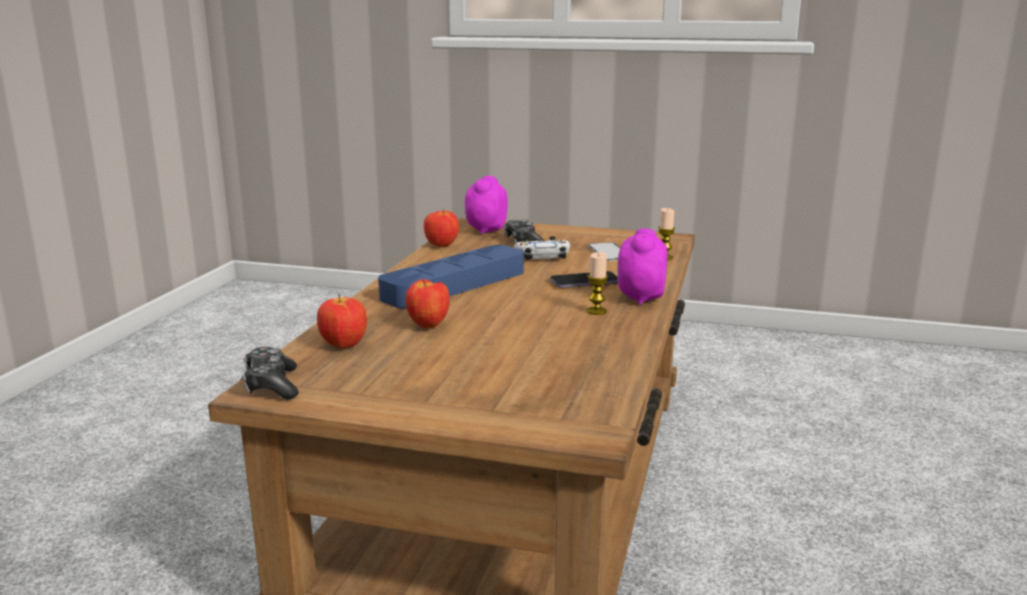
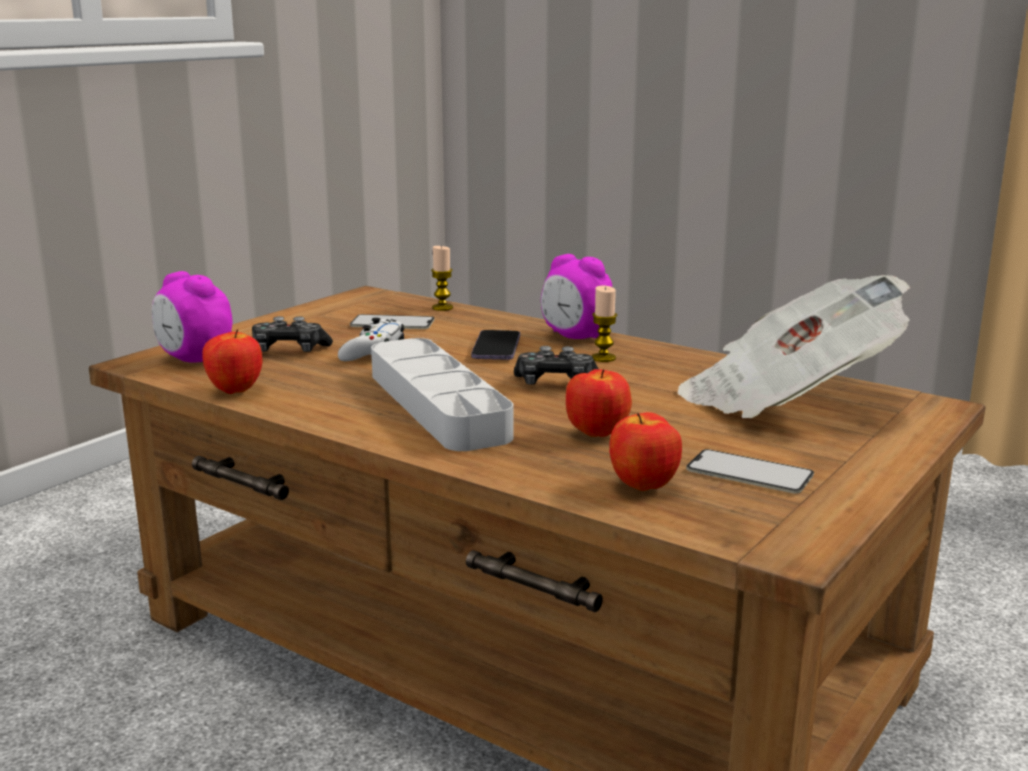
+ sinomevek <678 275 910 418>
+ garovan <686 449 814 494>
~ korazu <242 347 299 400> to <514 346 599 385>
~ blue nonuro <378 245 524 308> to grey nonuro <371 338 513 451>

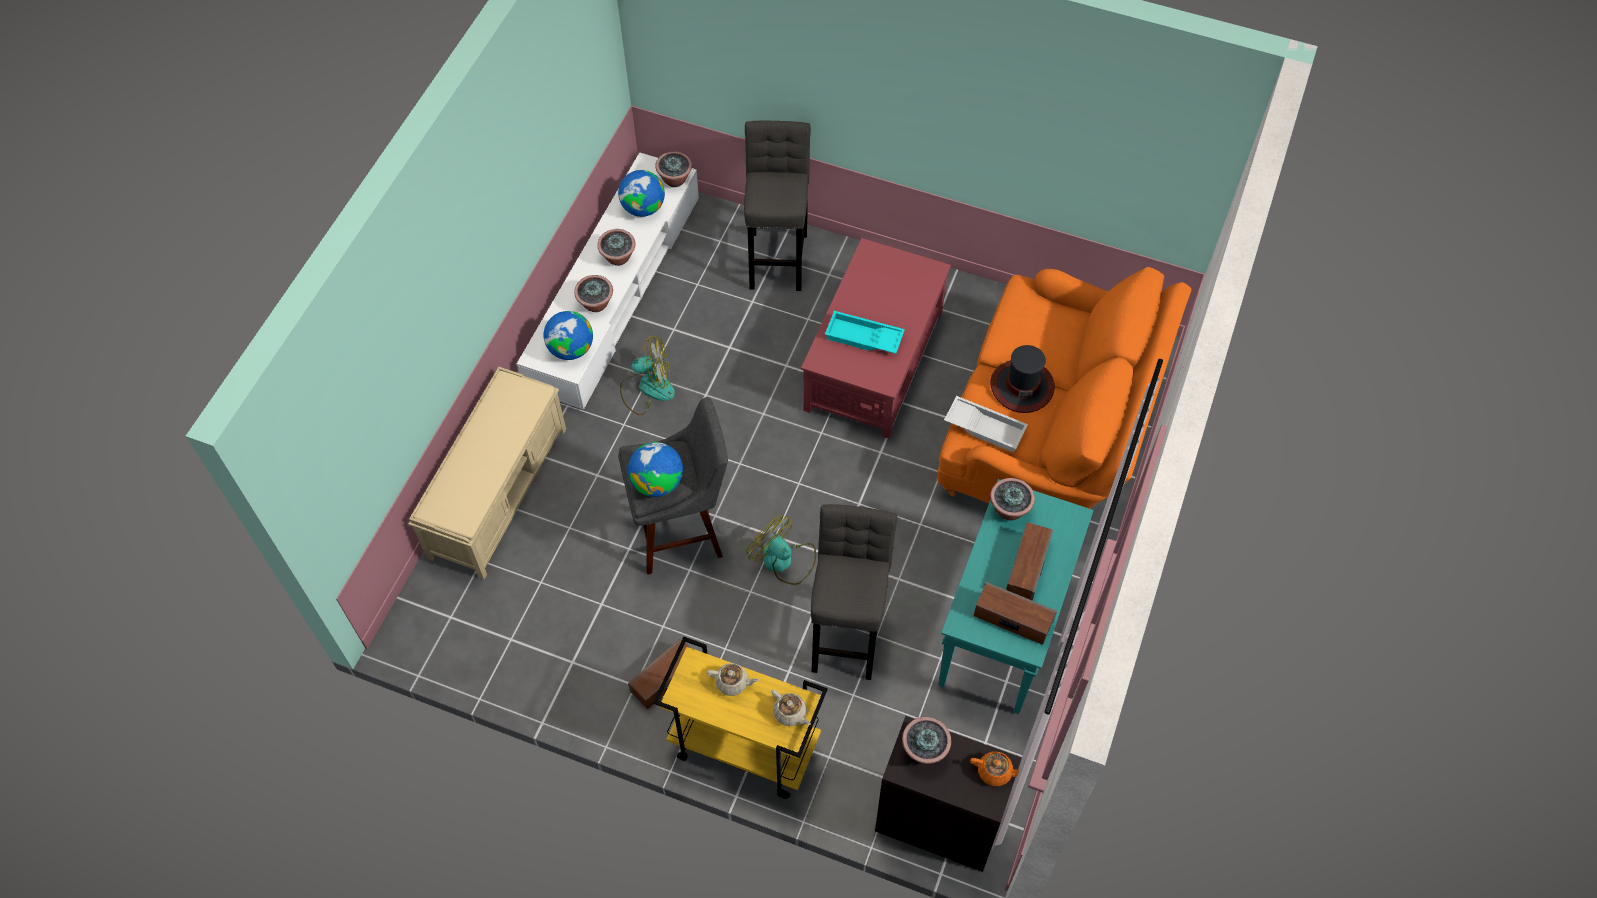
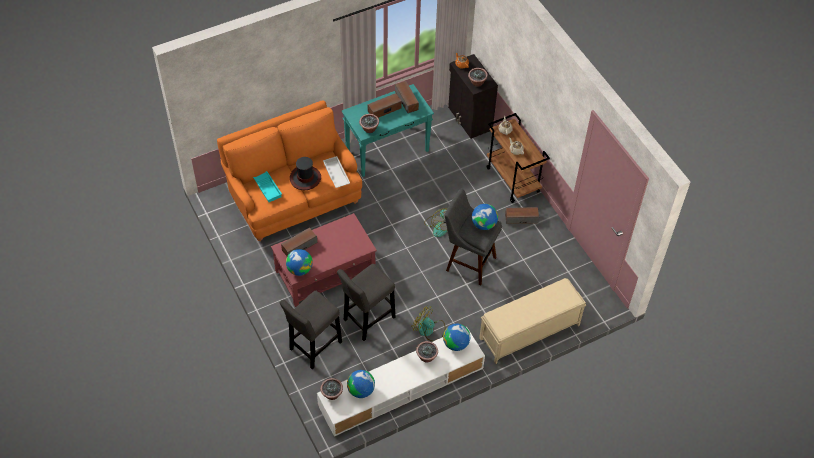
- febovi <597 229 635 266>
+ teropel <281 228 317 256>
+ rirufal <286 249 313 276>
~ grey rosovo <811 504 897 680> to <337 264 395 341>
~ turquoise nonuro <825 311 905 354> to <253 171 282 202>
~ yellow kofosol <653 637 828 799> to brown kofosol <487 113 550 203>

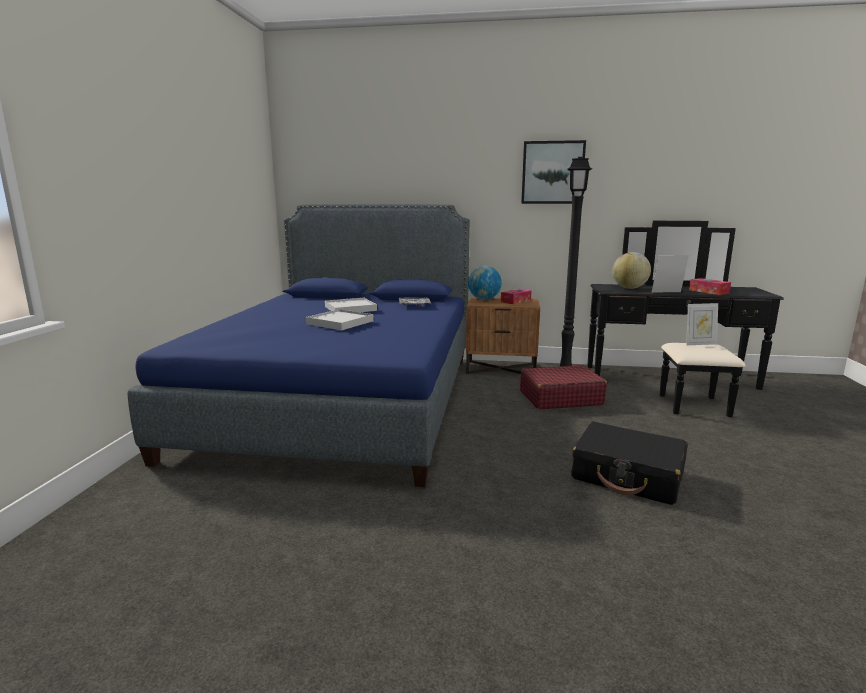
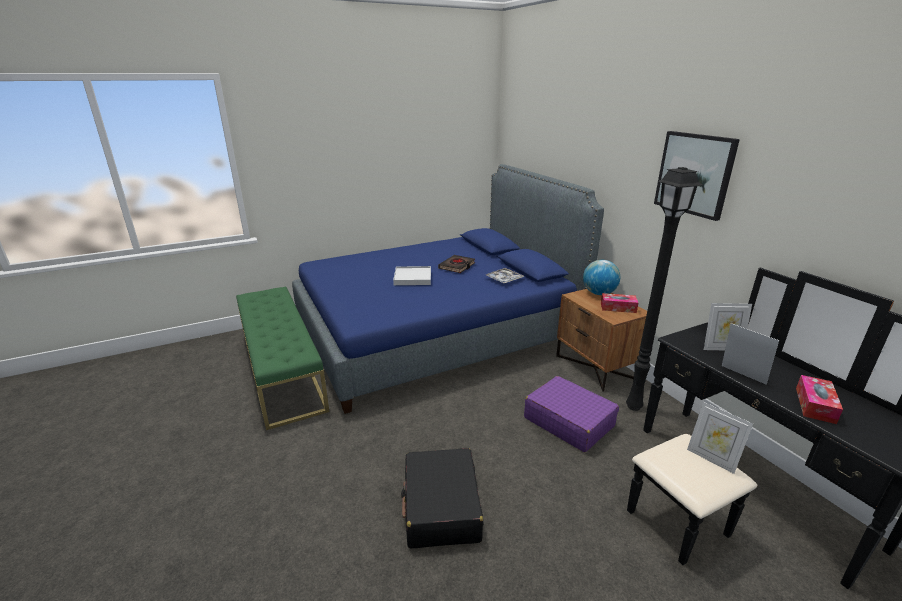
+ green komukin <236 287 329 430>
~ white nonuro <325 298 377 312> to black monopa <438 255 475 273>
~ rirufal <612 252 651 289> to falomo <704 303 752 350>
~ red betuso <520 365 607 409> to purple betuso <524 376 619 452>

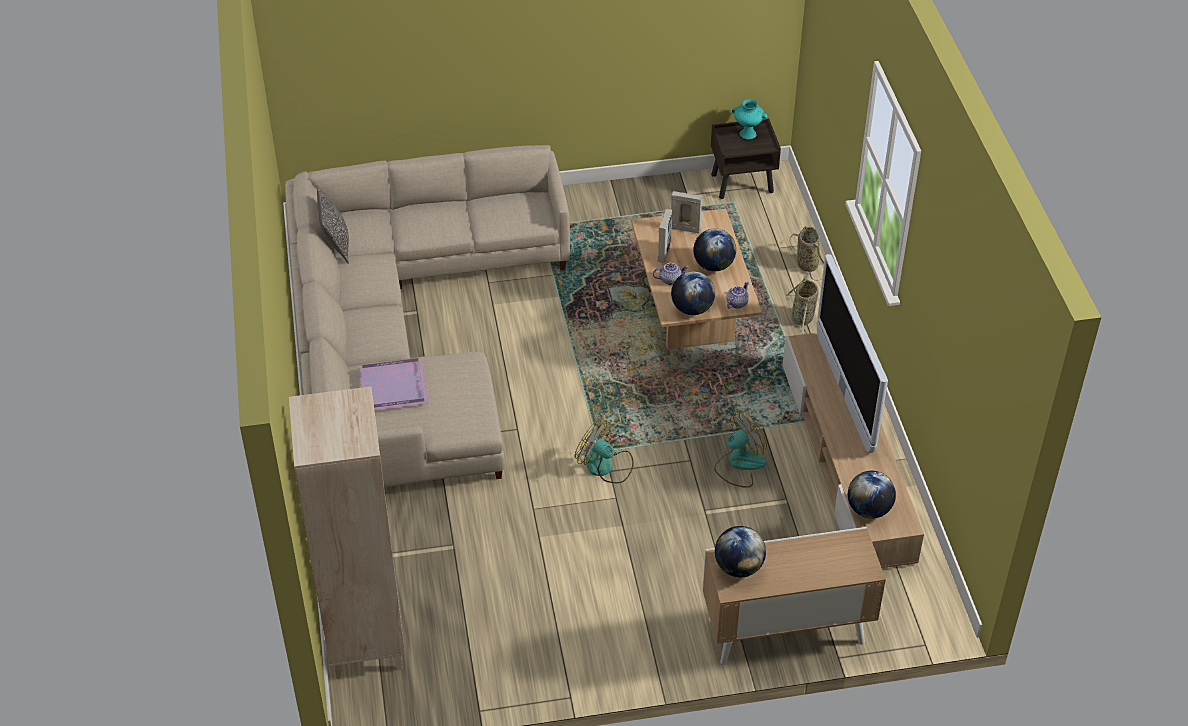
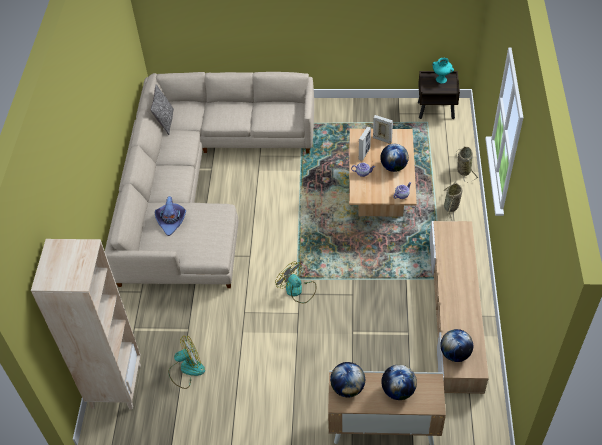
- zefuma <817 254 888 453>
~ rirufal <671 271 715 315> to <381 364 417 400>
~ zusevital <714 410 767 488> to <168 335 205 389>
~ purple nonuro <358 358 429 411> to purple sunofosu <155 196 186 236>

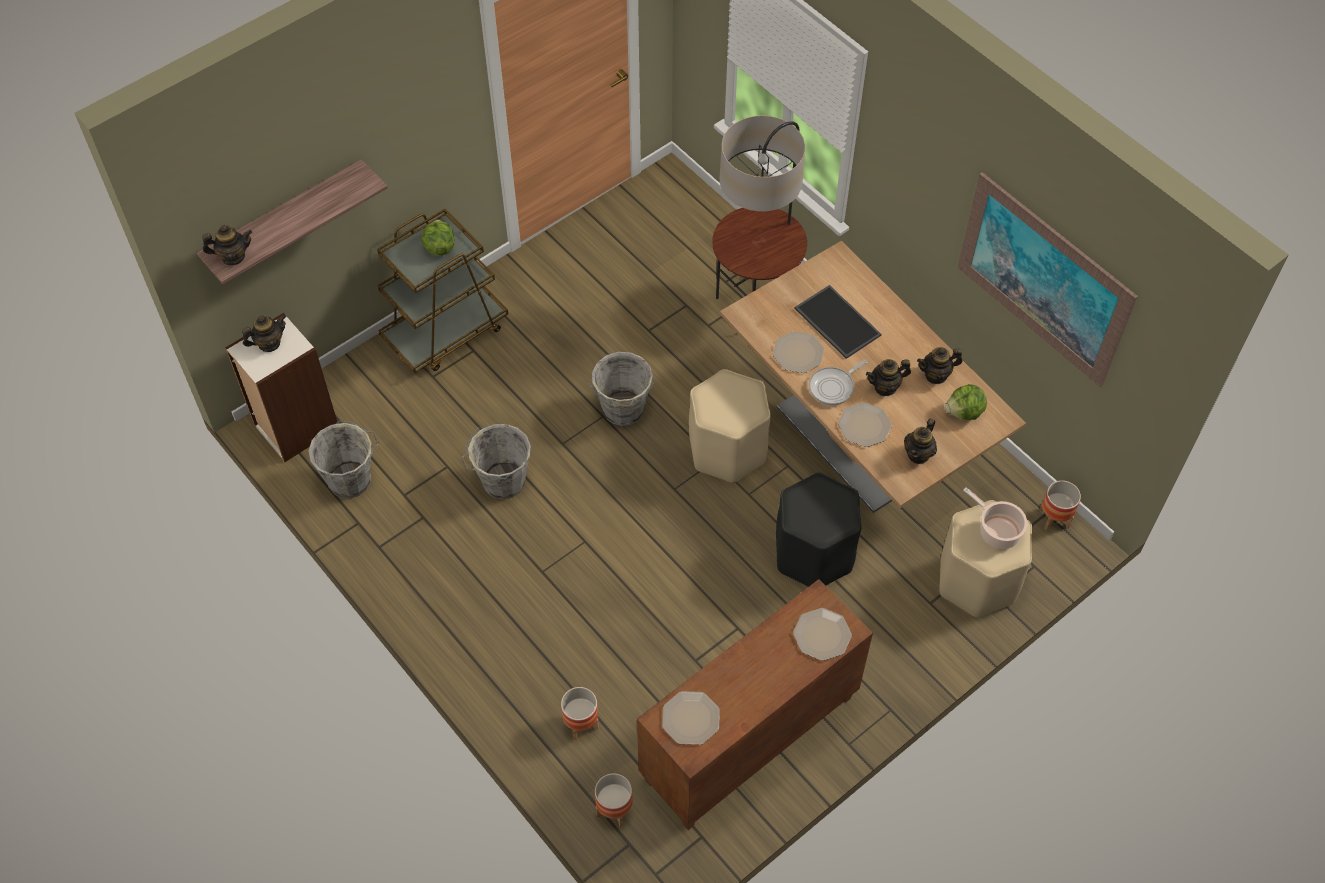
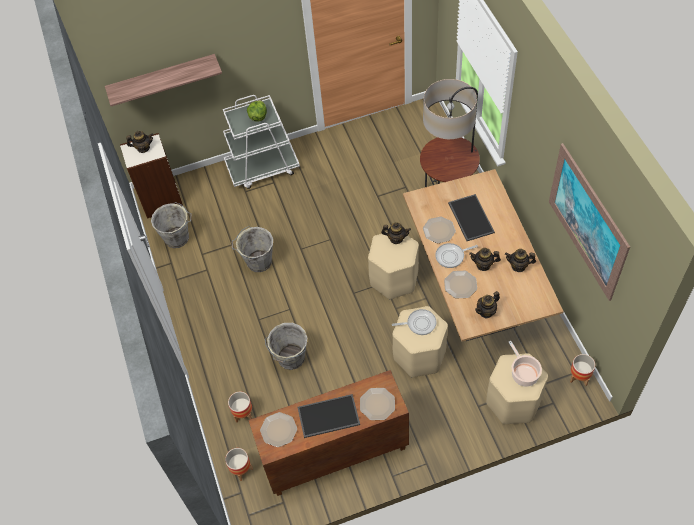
- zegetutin <945 384 987 420>
+ nonuro <297 394 360 438>
+ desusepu <392 309 436 335>
~ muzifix <202 225 252 266> to <381 222 411 244>
~ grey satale <589 352 655 426> to <265 323 308 370>
~ brown kofosol <377 209 508 373> to white kofosol <223 95 300 189>
~ black rosovo <776 473 861 587> to beige rosovo <392 306 448 377>

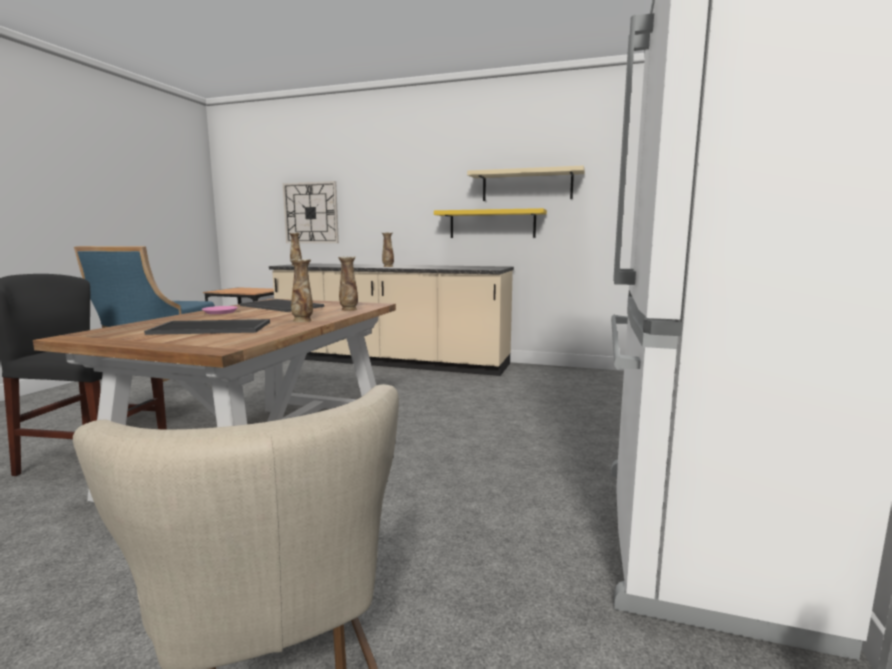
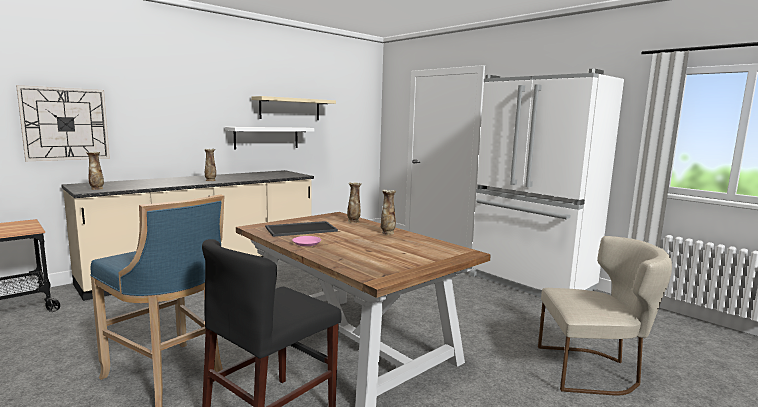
- nonuro <144 319 270 335>
~ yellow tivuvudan <434 208 547 238> to white tivuvudan <225 127 314 149>

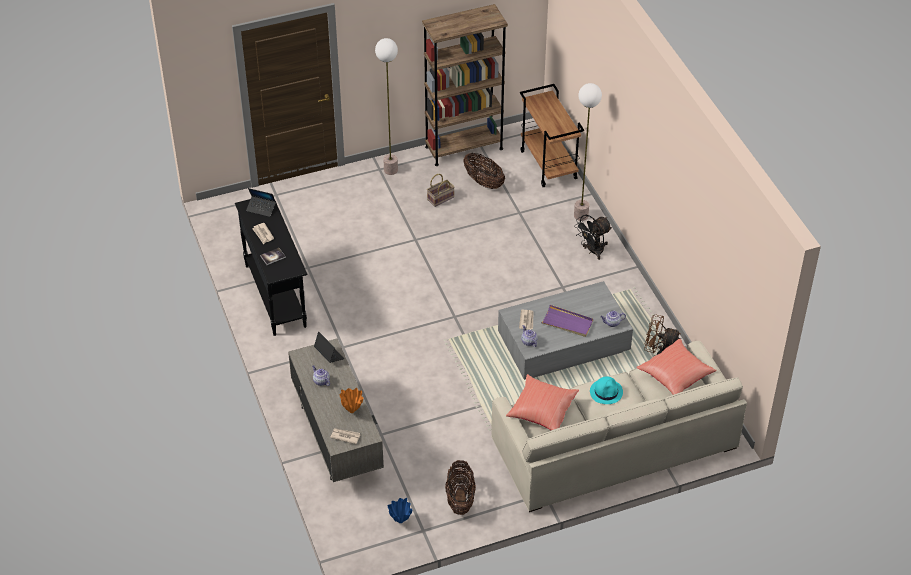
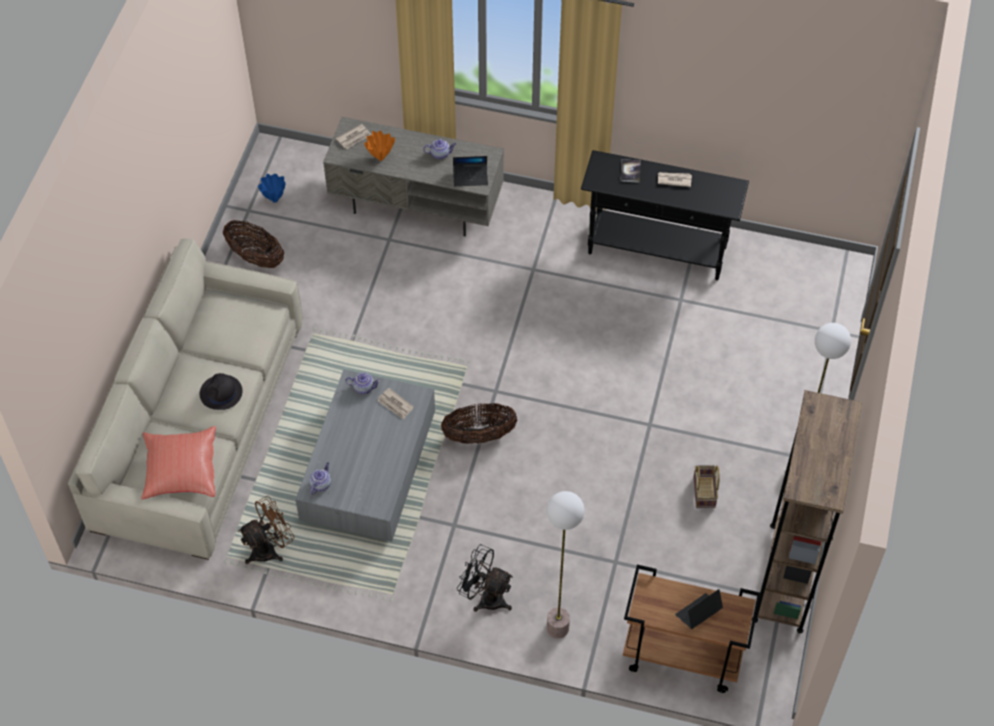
- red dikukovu <506 374 579 430>
- purple nonuro <541 305 593 337>
~ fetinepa <246 188 276 217> to <675 589 723 629>
~ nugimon <463 153 505 189> to <441 403 517 444>
~ turquoise sunofosu <590 376 623 404> to black sunofosu <200 373 243 410>
~ black zusevital <574 215 612 260> = <457 544 513 612> 60 degrees counterclockwise

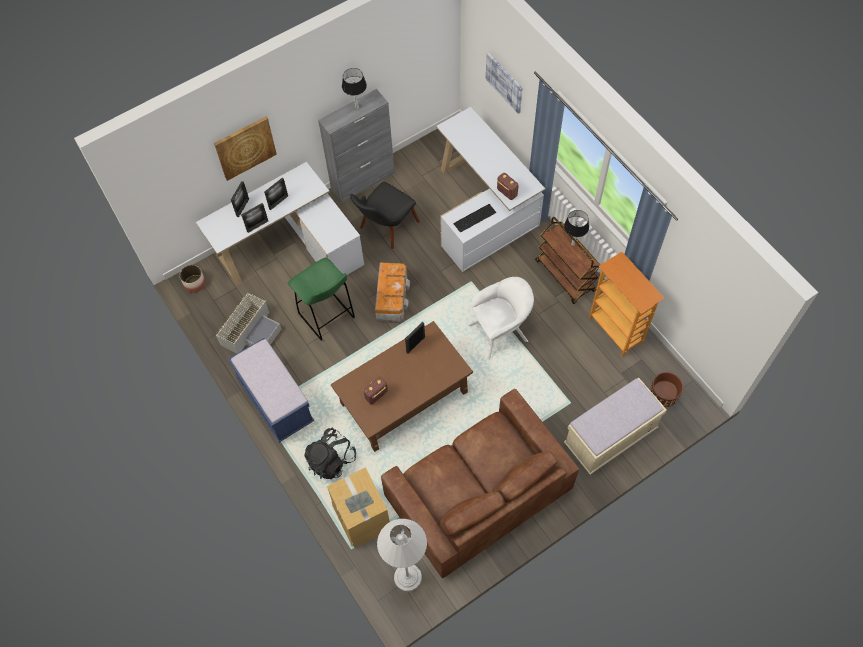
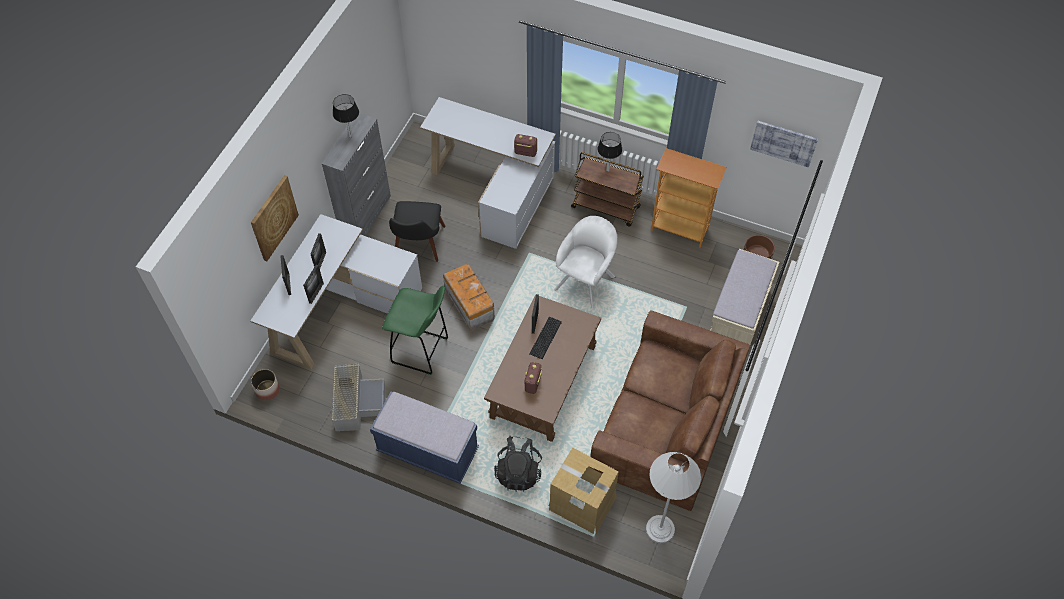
~ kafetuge <453 204 496 233> to <529 317 562 359>
~ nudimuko <486 52 522 114> to <750 121 818 167>

